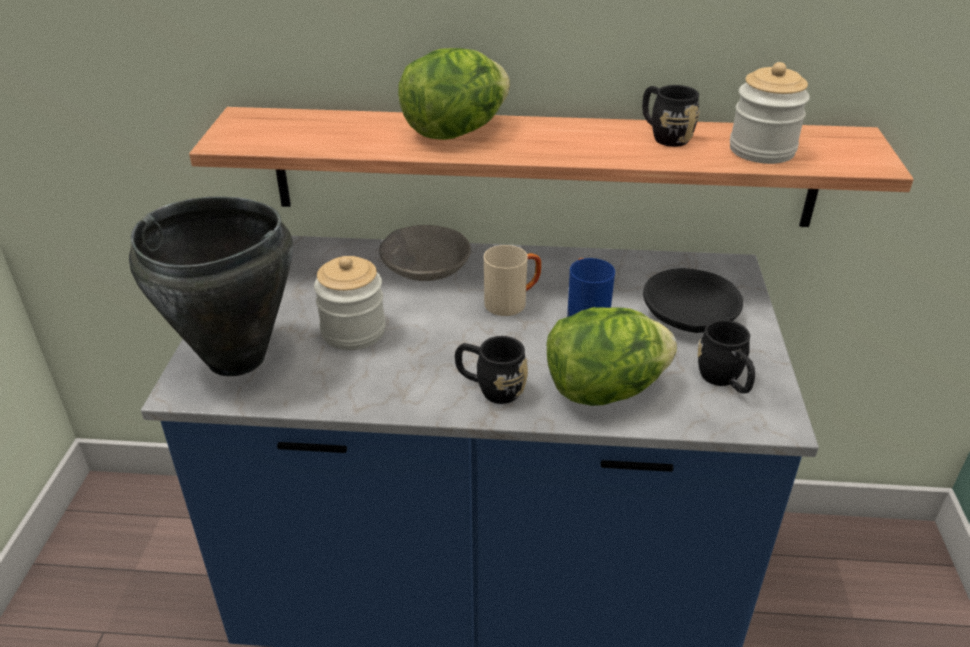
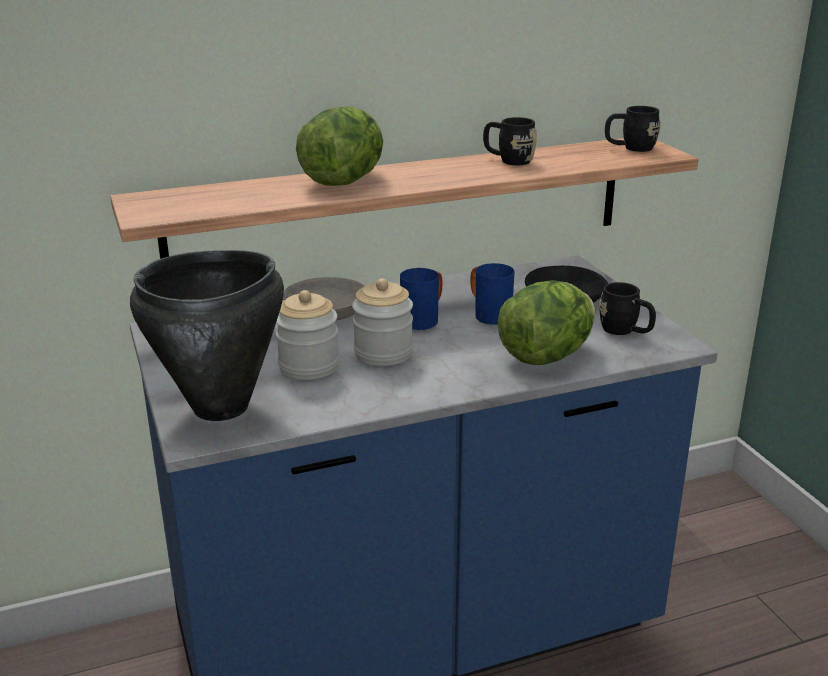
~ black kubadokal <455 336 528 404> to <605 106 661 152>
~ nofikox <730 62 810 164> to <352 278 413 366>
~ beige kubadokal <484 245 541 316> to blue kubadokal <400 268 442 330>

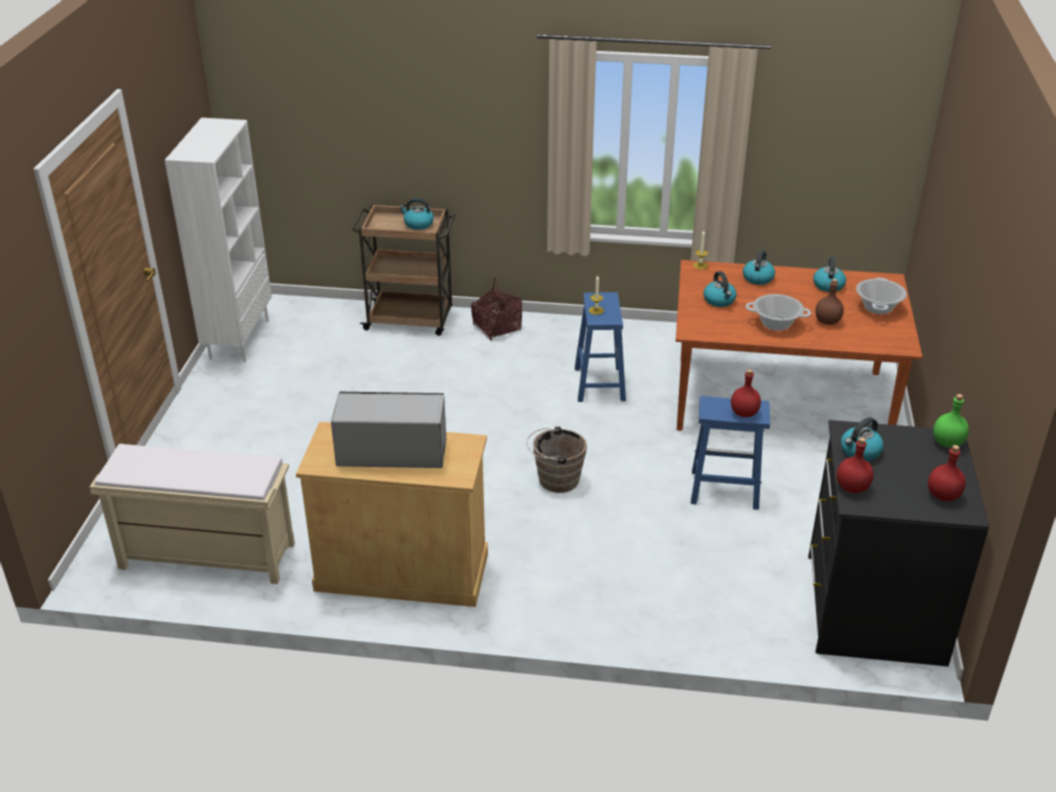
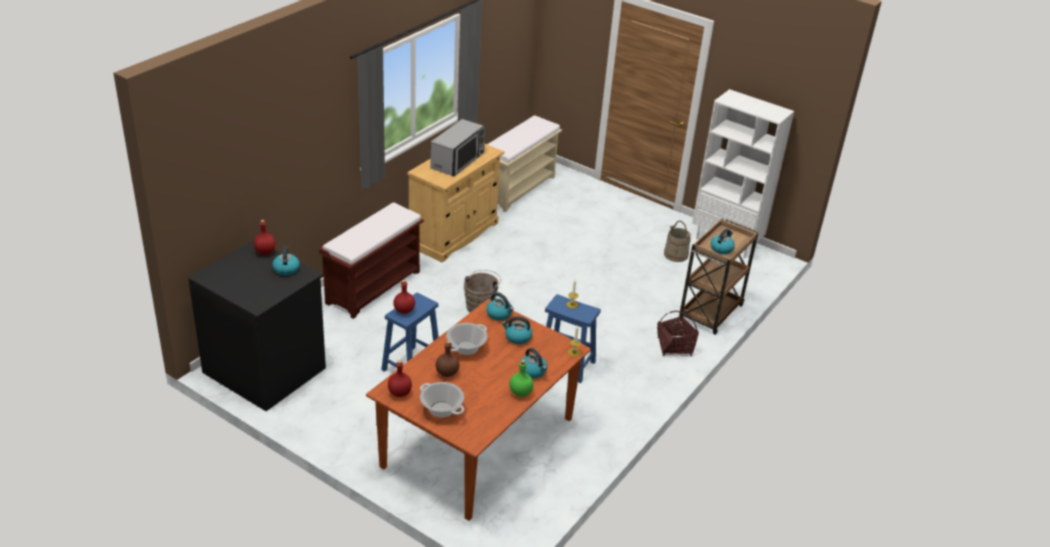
+ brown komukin <319 202 424 319>
+ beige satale <664 221 691 262>
~ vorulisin <813 257 846 292> to <486 292 514 321>
~ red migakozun <928 445 966 501> to <388 360 412 397>
~ green migakozun <933 394 969 448> to <509 360 534 397>

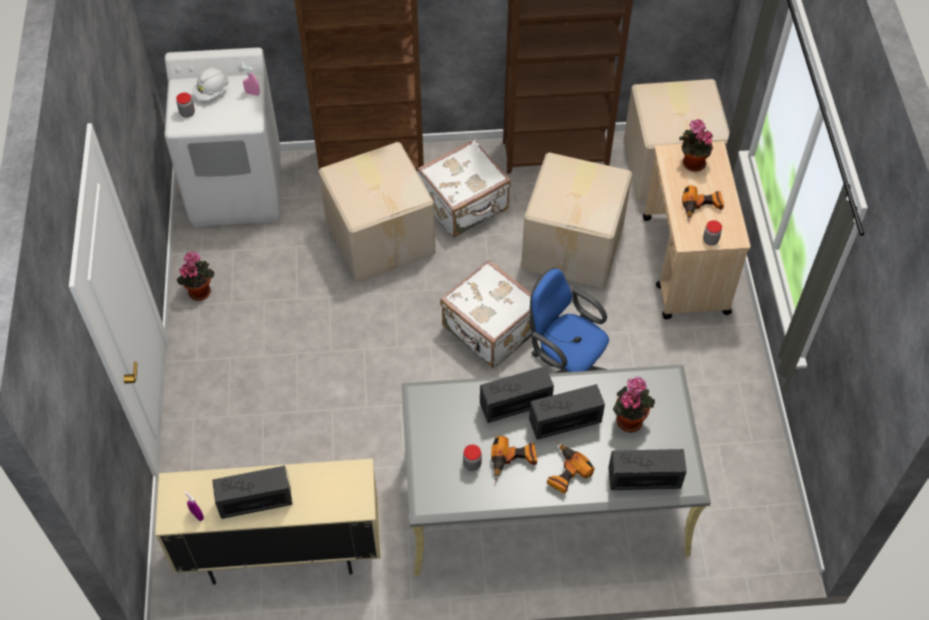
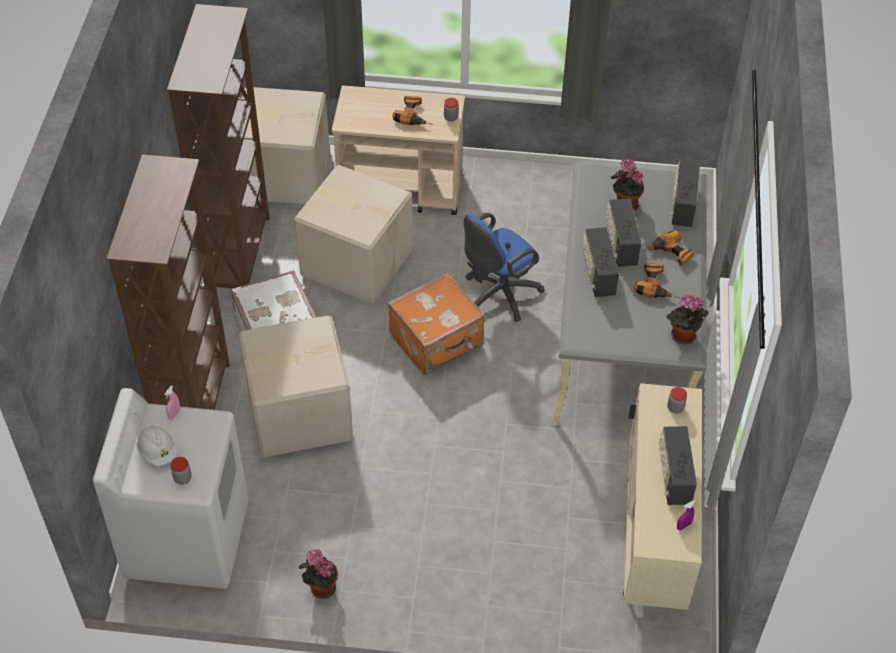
~ nofikox <463 445 482 471> to <667 387 687 414>
~ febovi <679 119 713 172> to <666 295 708 344>
~ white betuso <440 260 533 368> to orange betuso <388 272 485 375>

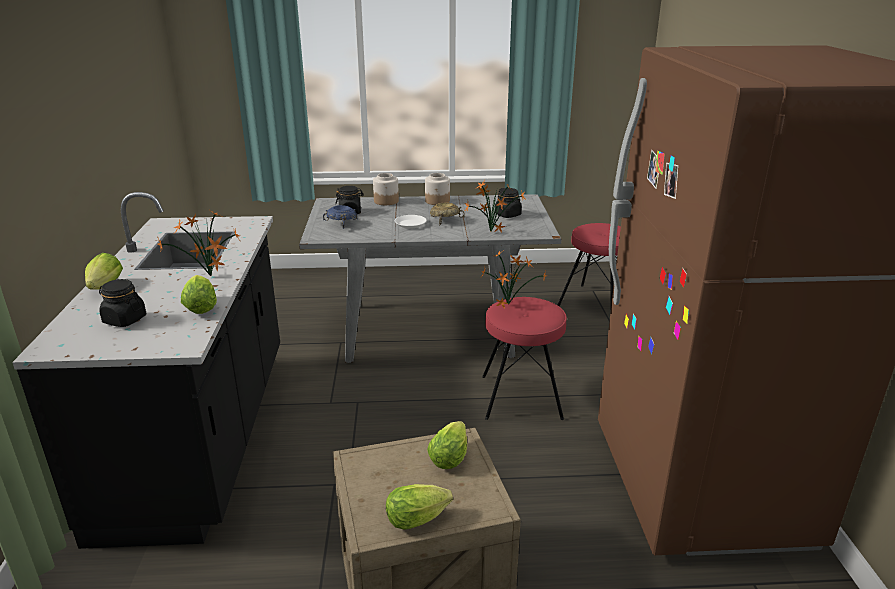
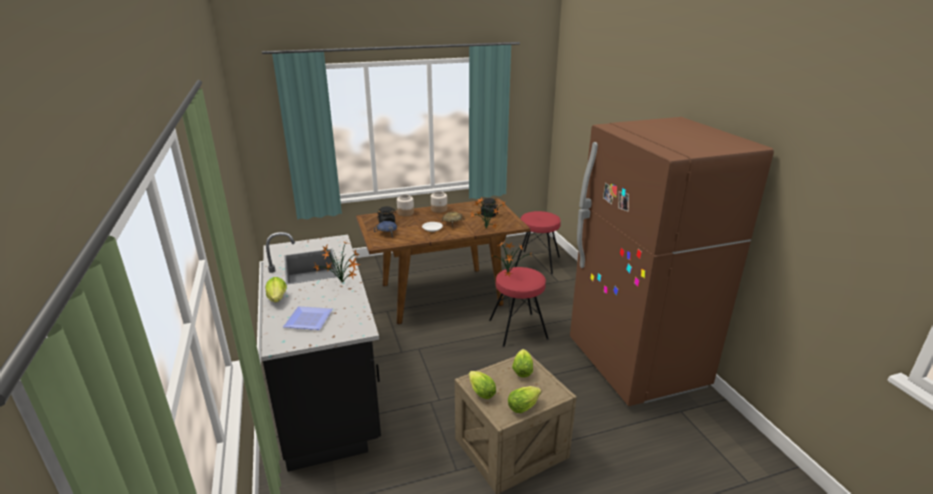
~ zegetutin <181 275 217 314> to <469 371 496 399>
~ black nofikox <99 279 146 327> to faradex <283 306 333 330>
~ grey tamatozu <299 194 561 363> to brown tamatozu <356 198 530 324>

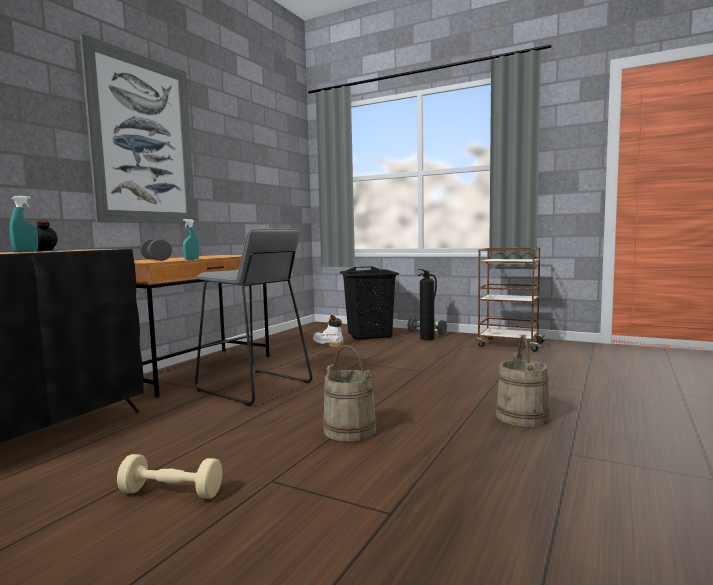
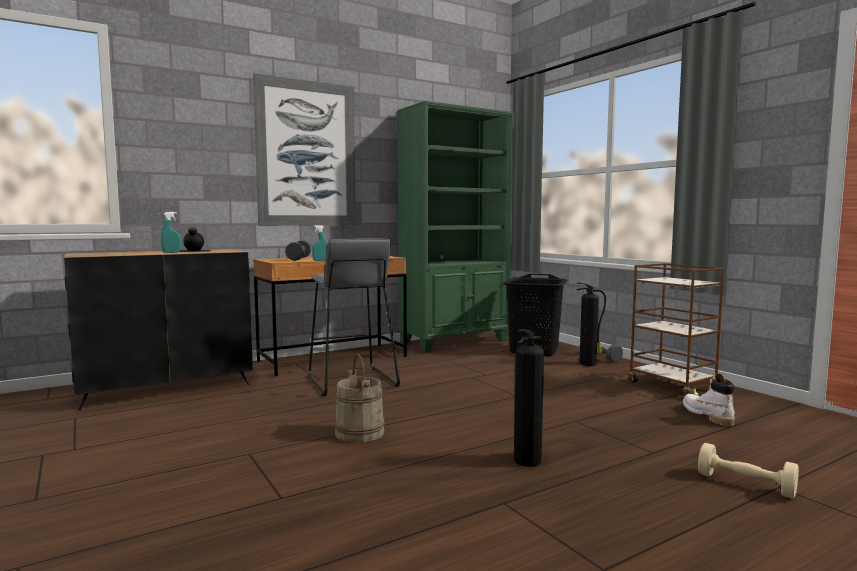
+ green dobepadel <397 101 514 352>
~ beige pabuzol <117 454 222 499> to <698 443 799 499>
~ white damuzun <313 315 344 347> to <683 373 735 426>
~ beige satale <496 336 550 427> to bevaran <514 329 544 467>

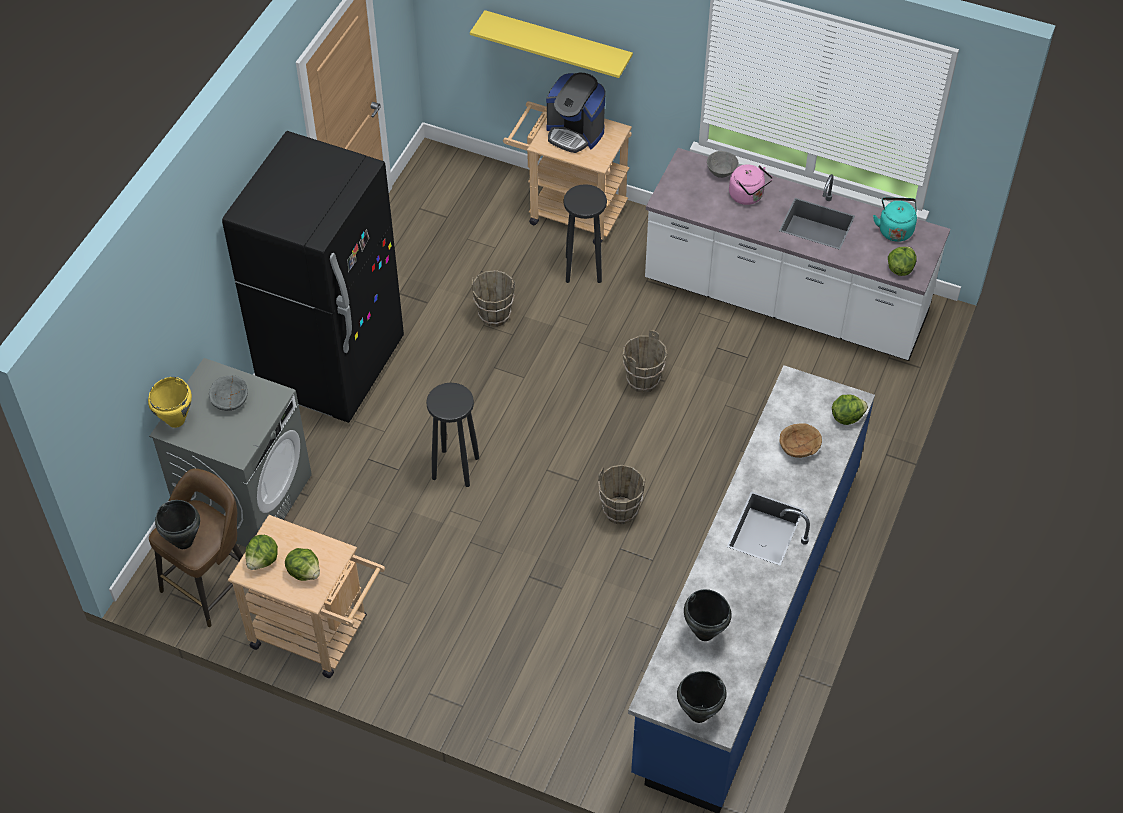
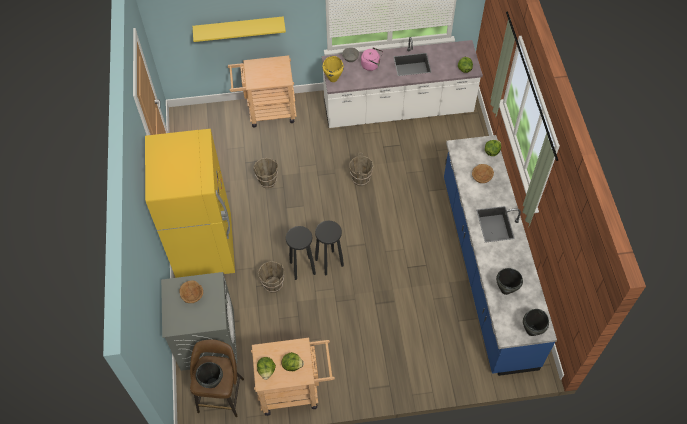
- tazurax <546 73 606 153>
- turquoise vorulisin <873 197 917 242>
~ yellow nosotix <148 377 192 428> to <323 56 344 82>
~ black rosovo <563 184 607 283> to <315 220 344 275>
~ brown satale <598 465 646 524> to <258 261 284 293>
~ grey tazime <209 375 248 411> to brown tazime <179 281 203 303>
~ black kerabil <222 131 404 423> to yellow kerabil <145 129 235 278>

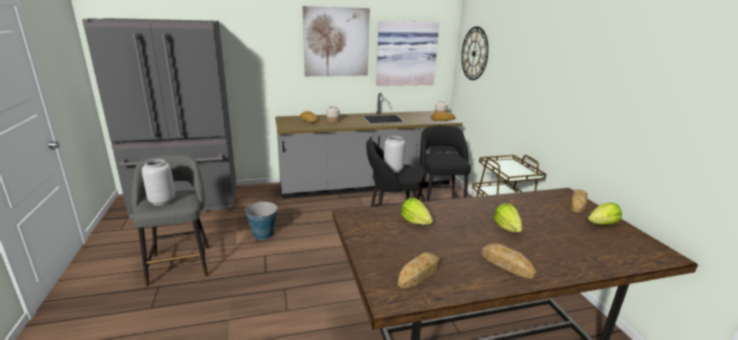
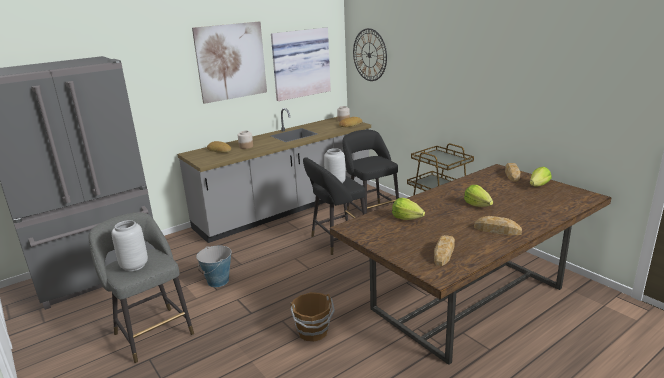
+ brown satale <290 292 335 342>

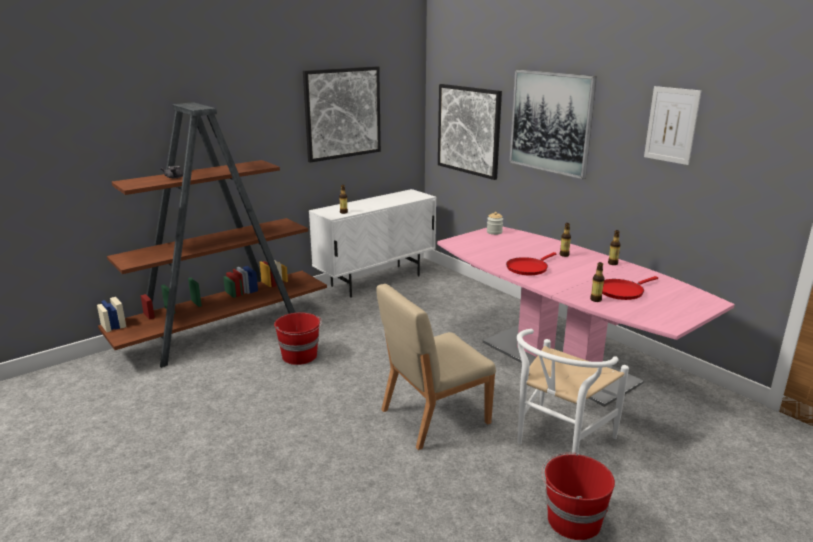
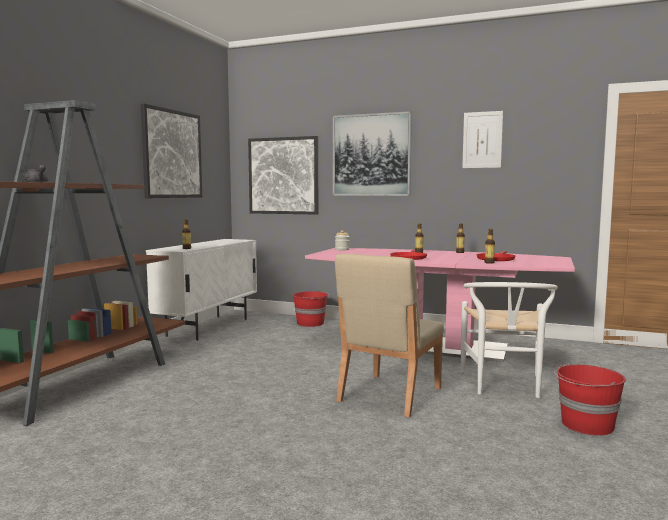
~ red satale <274 312 322 365> to <293 290 330 327>

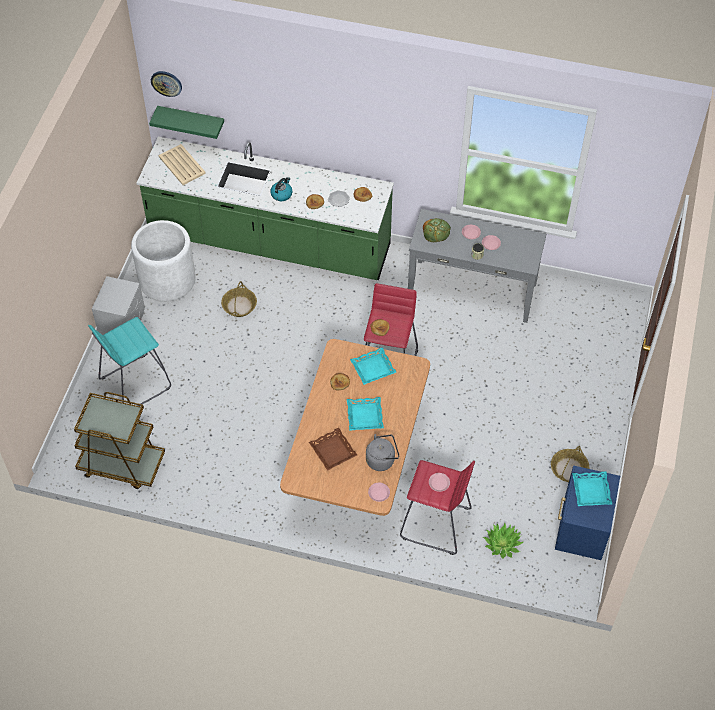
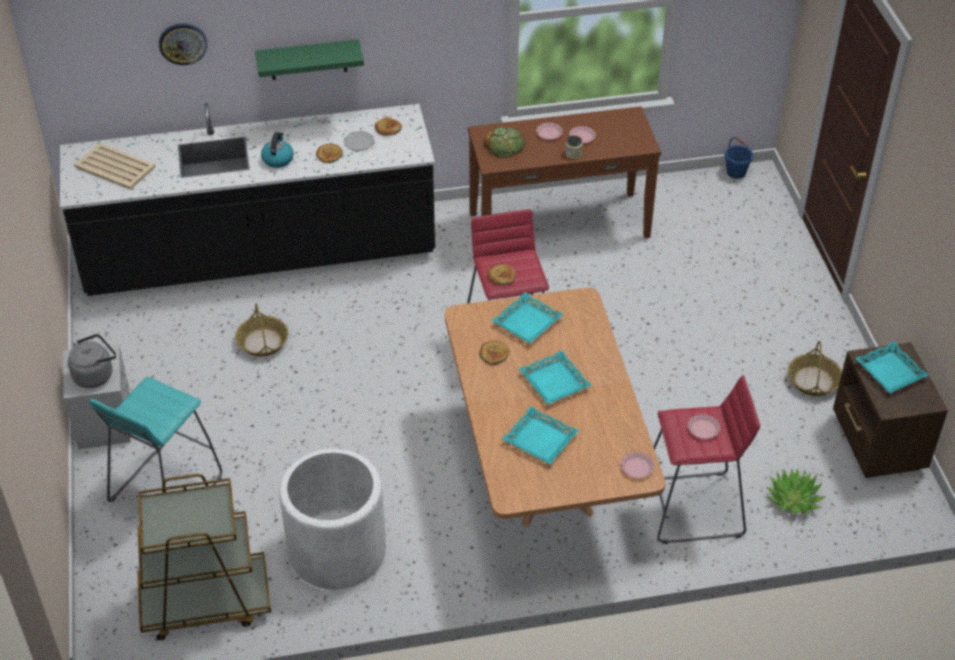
+ blue satale <725 137 753 179>
~ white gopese <131 220 196 302> to <279 449 386 589>
~ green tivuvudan <149 106 224 139> to <255 39 364 80>
~ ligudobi <151 71 182 97> to <159 23 207 65>
~ grey vorulisin <366 434 399 471> to <68 334 116 388>
~ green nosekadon <136 137 394 280> to black nosekadon <60 103 435 296>
~ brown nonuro <309 428 357 471> to turquoise nonuro <502 406 579 465>
~ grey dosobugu <408 209 546 323> to brown dosobugu <468 106 661 238>
~ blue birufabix <555 465 620 560> to brown birufabix <833 342 948 478>

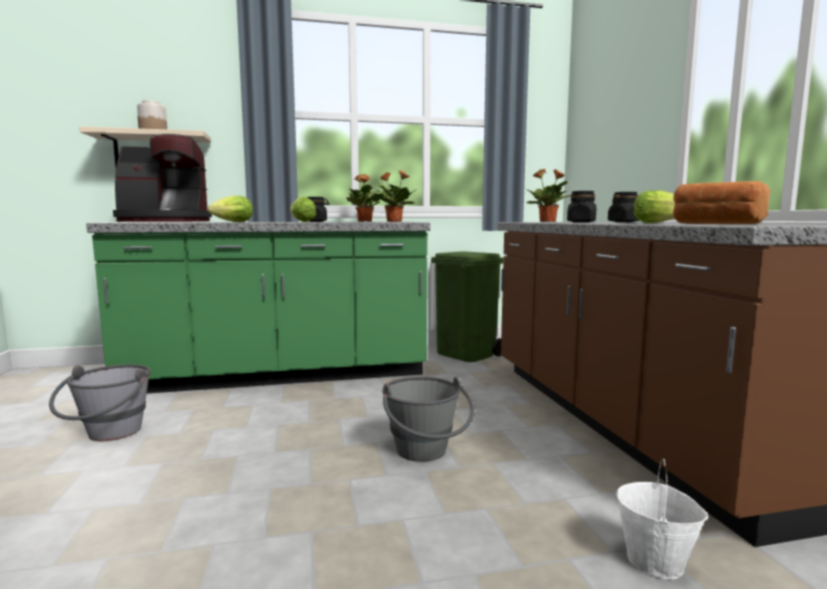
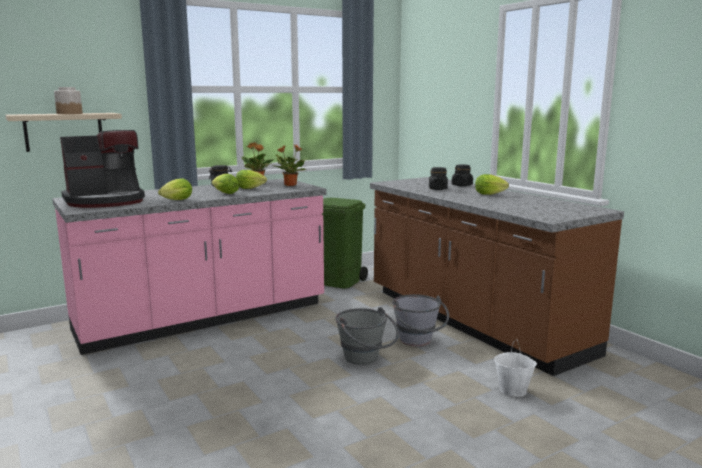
- febovi <526 169 571 222>
- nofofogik <673 181 771 224>
+ zegetutin <236 170 267 189>
~ grey satale <49 364 151 441> to <392 294 449 346>
~ green nosekadon <86 222 430 394> to pink nosekadon <52 178 327 355>

